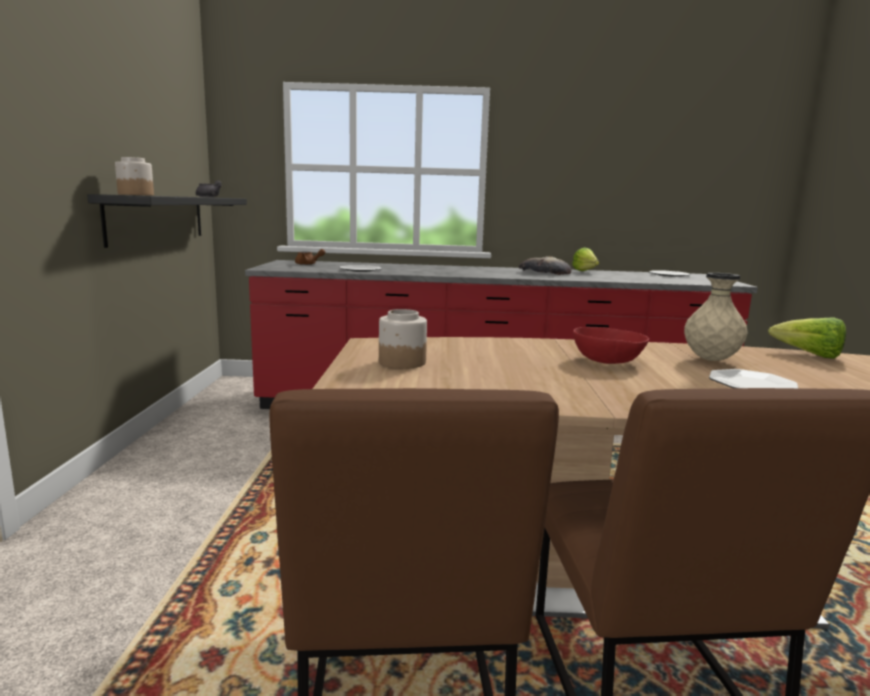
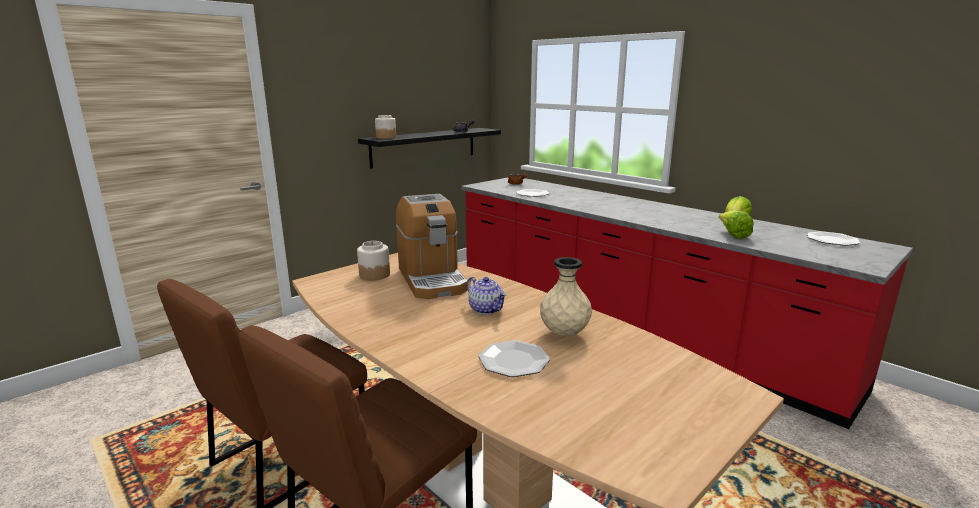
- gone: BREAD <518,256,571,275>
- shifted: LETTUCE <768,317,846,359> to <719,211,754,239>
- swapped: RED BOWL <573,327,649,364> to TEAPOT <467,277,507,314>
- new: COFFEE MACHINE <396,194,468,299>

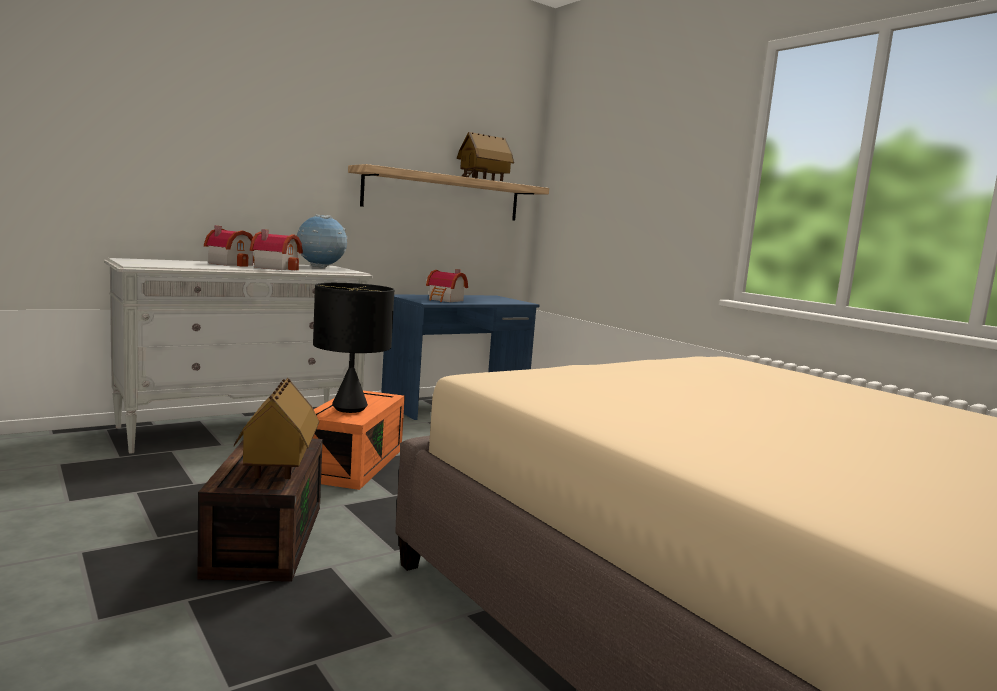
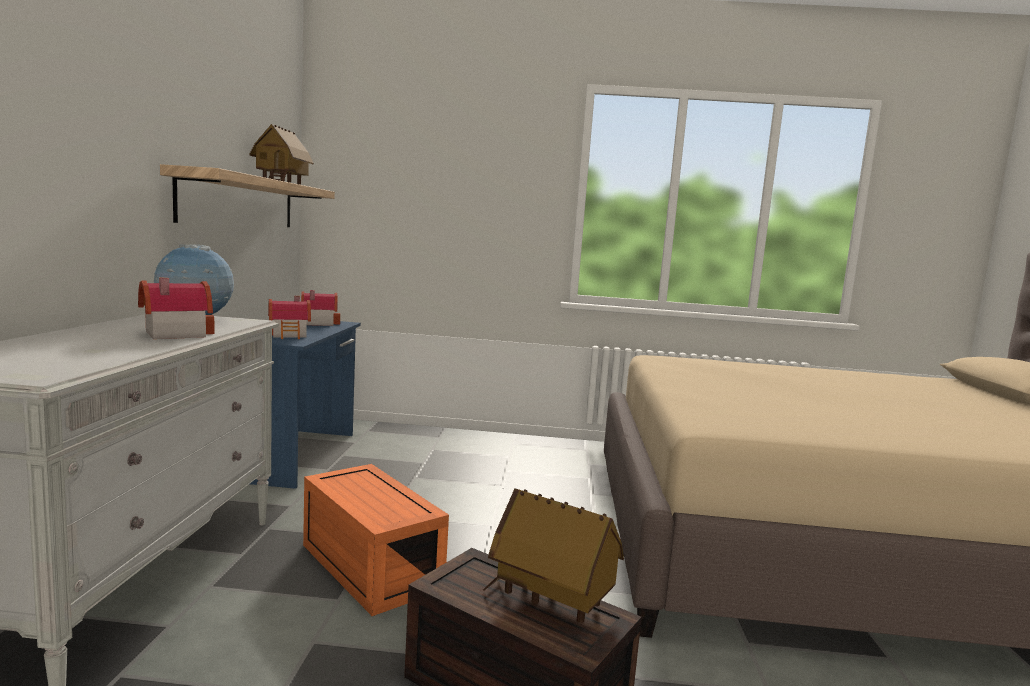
- shifted: TOY HOUSE <204,225,254,267> to <301,290,340,326>
- gone: BLACK TABLE LAMP <313,283,394,413>

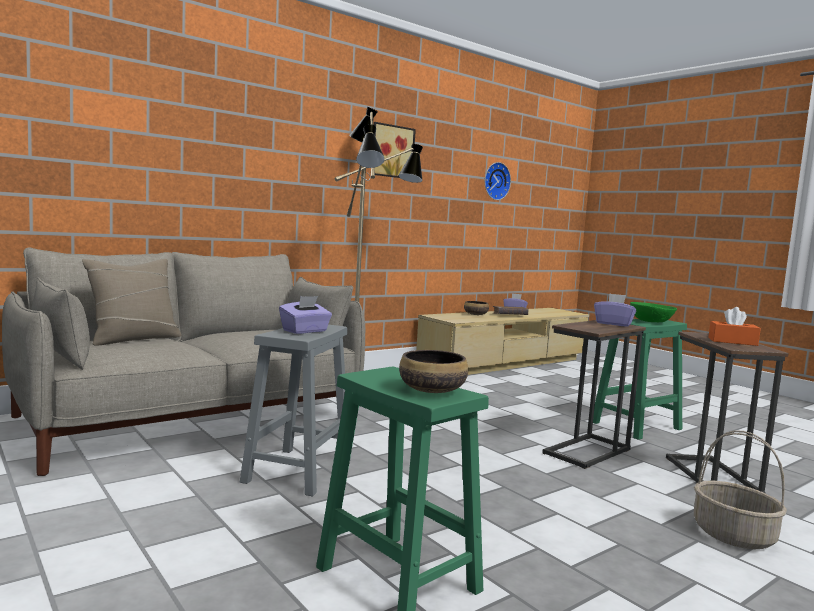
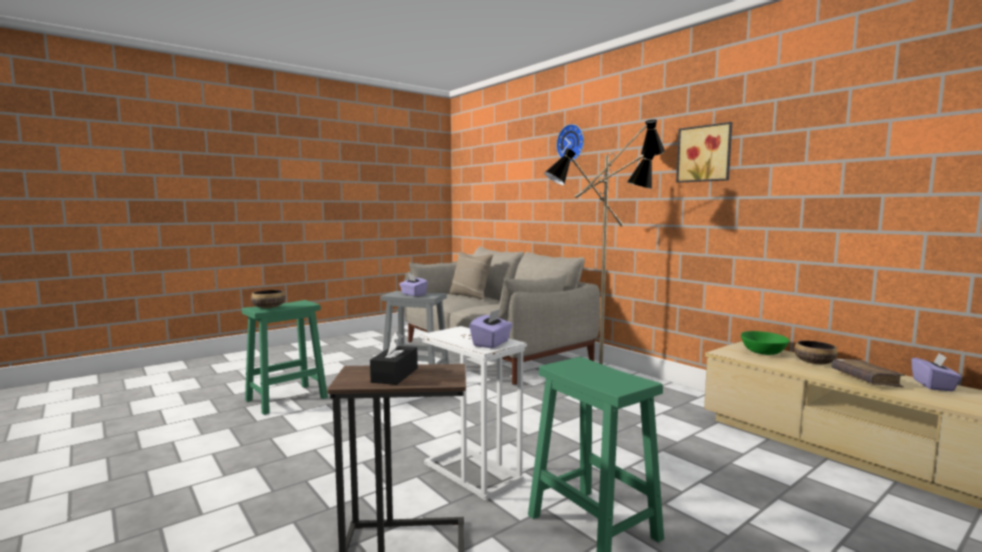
- shifted: WALL CLOCK <485,162,511,200> to <556,124,584,162>
- shifted: GREEN BOWL <630,302,677,322> to <741,331,789,355>
- repainted: ORANGE TISSUE BOX <708,307,761,346> to BLACK TISSUE BOX <370,331,418,385>
- repainted: BROWN SIDE TABLE <542,320,646,469> to WHITE SIDE TABLE <420,326,527,501>
- gone: BASKET <694,430,787,549>

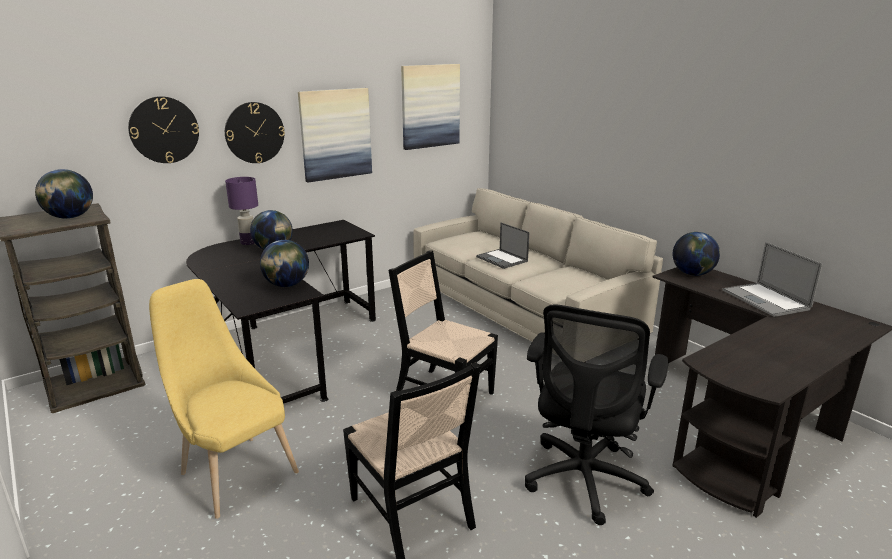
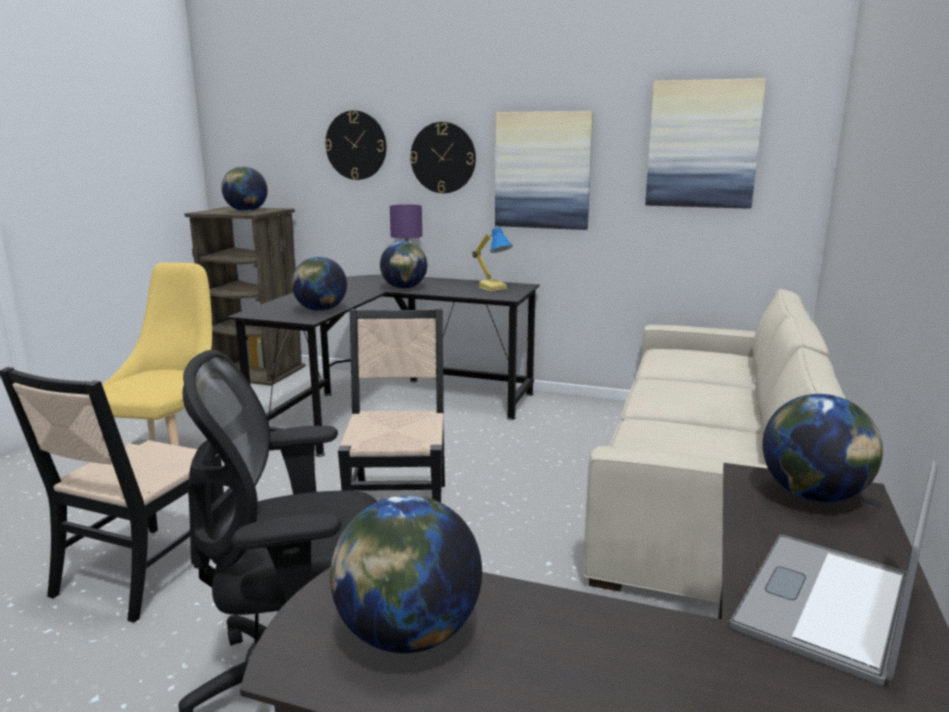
- gone: LAPTOP <476,223,530,269>
- new: TABLE LAMP <472,226,513,291>
- new: GLOBE <330,495,482,653>

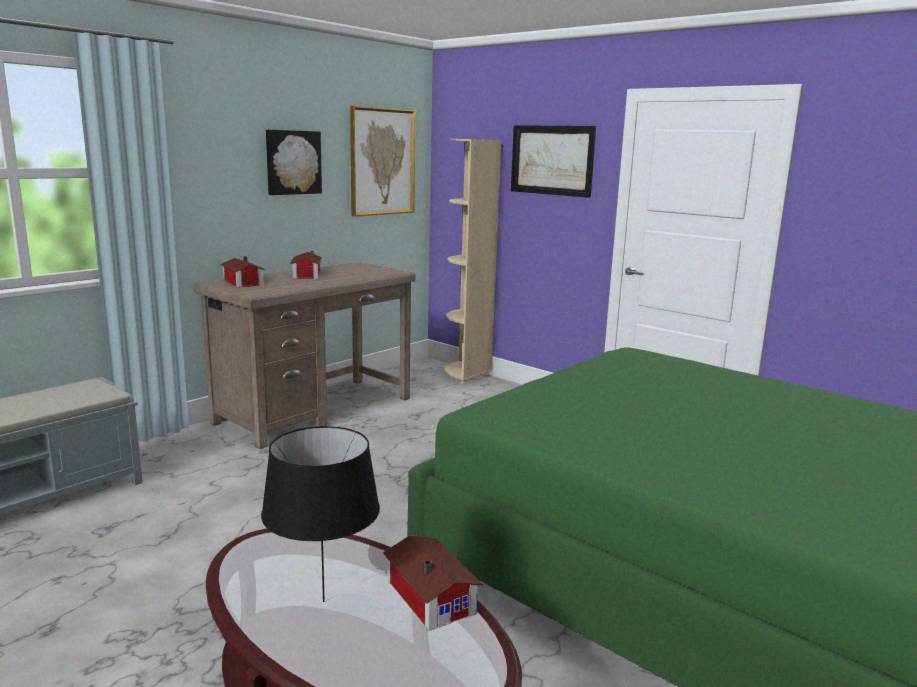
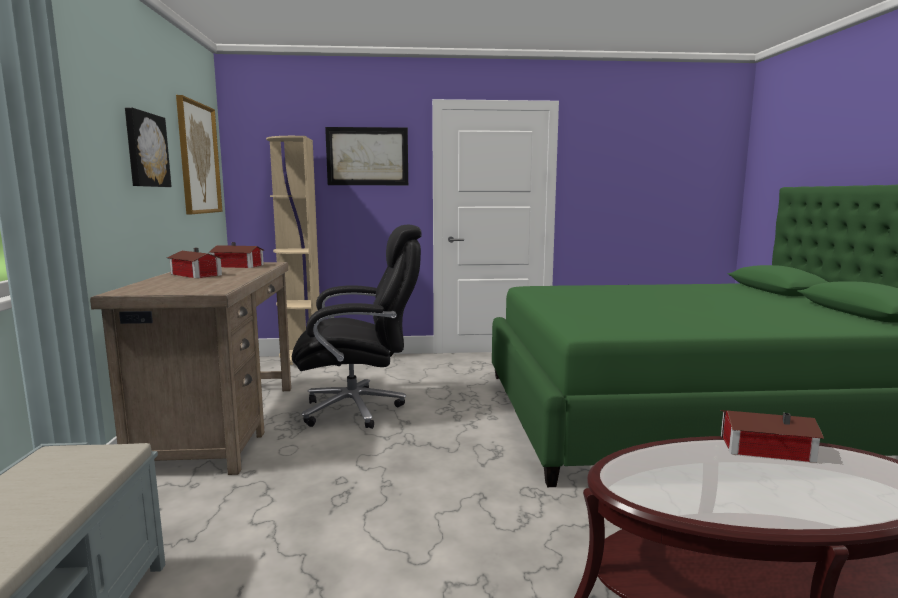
- shifted: TOY HOUSE <220,257,265,288> to <209,242,265,268>
- gone: BLACK TABLE LAMP <261,426,380,602>
- new: BLACK OFFICE CHAIR <292,224,422,429>

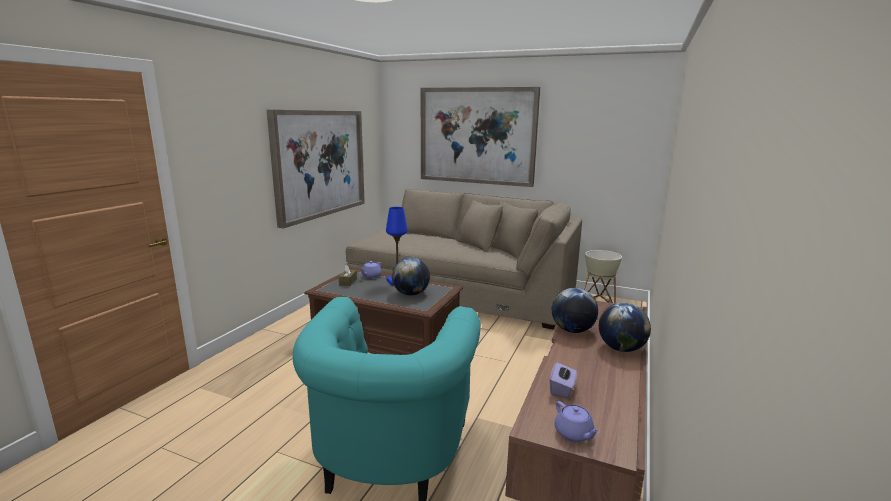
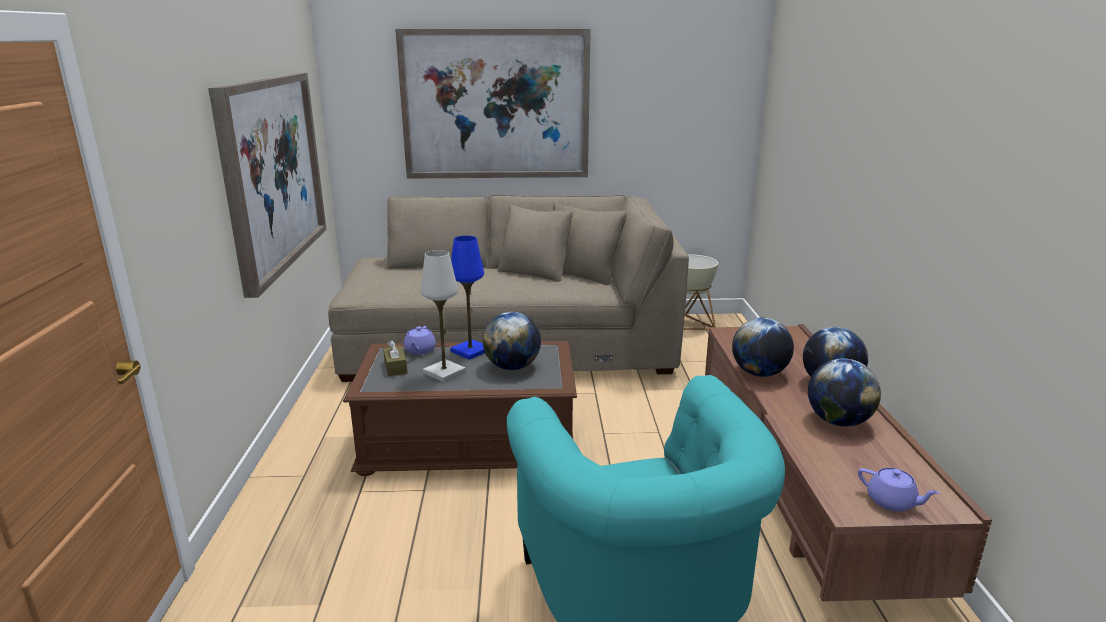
- gone: PURPLE TISSUE BOX <550,362,577,399>
- new: WHITE TABLE LAMP <421,250,466,382>
- new: GLOBE <808,359,881,427>

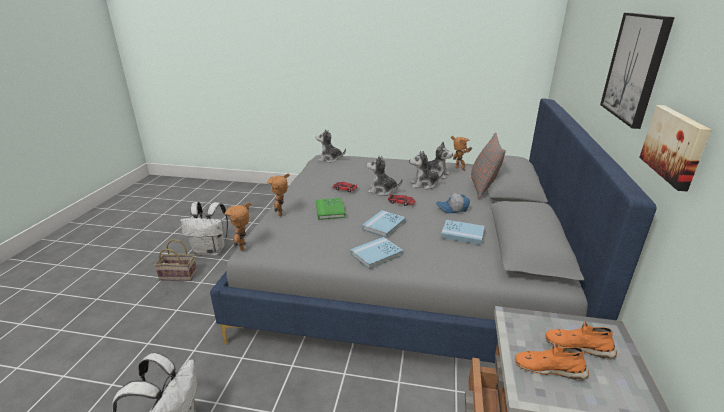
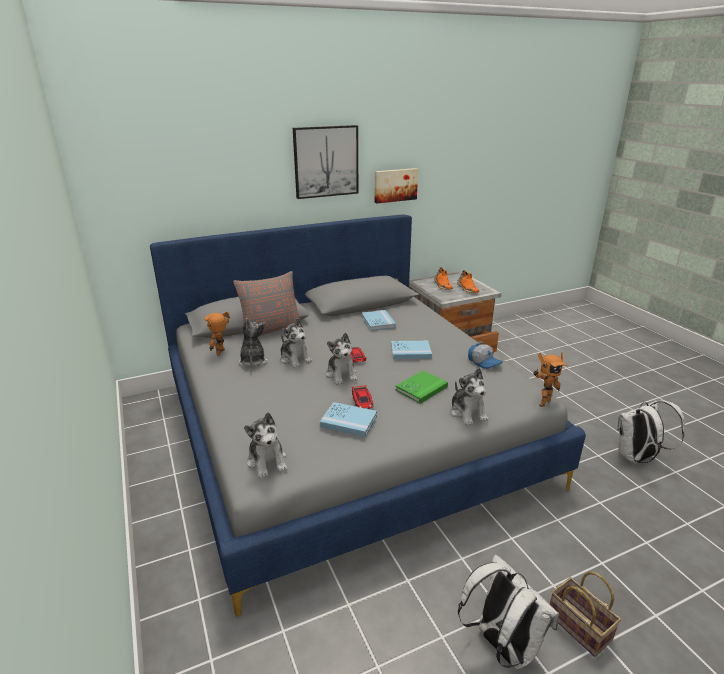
- swapped: TOY ROBOT <267,173,290,216> to PLUSH TOY <450,368,489,426>
- shifted: CAP <436,193,470,213> to <468,343,503,369>
- shifted: BLUE BOOK <350,237,403,269> to <320,402,377,437>

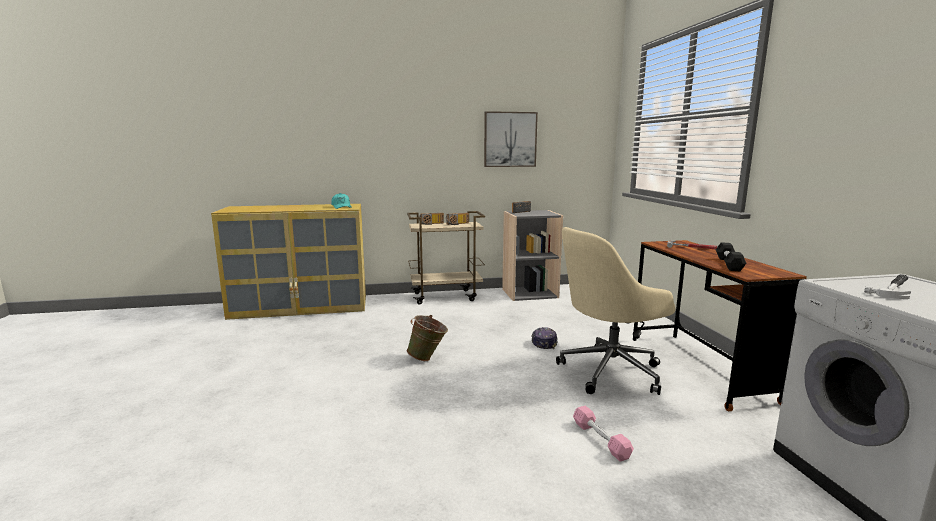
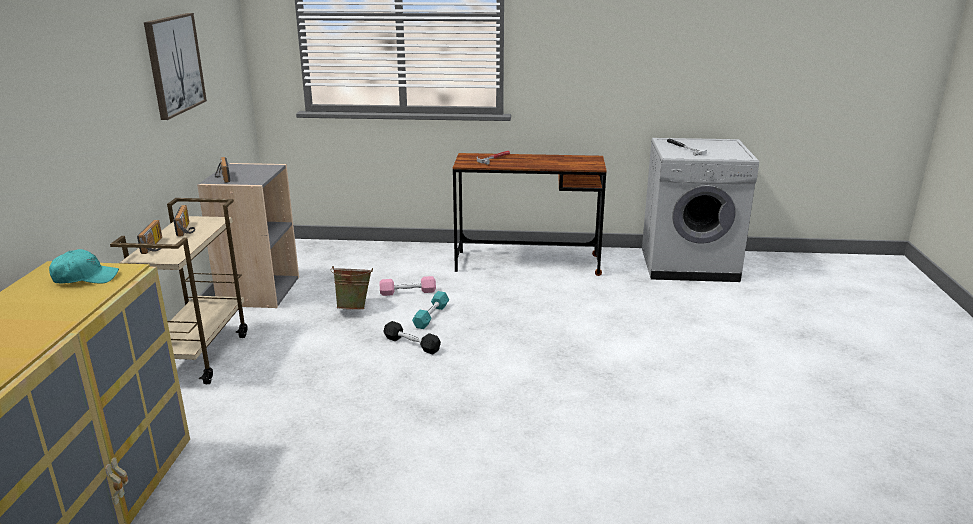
- gone: BEIGE OFFICE CHAIR <556,227,675,395>
- shifted: BLACK DUMBBELL <716,242,747,271> to <383,321,441,355>
- shifted: GREEN BUCKET <407,315,448,361> to <331,266,373,310>
- swapped: CAP <531,327,557,349> to TURQUOISE DUMBBELL <412,291,449,329>
- shifted: PINK DUMBBELL <573,406,634,462> to <379,276,436,296>

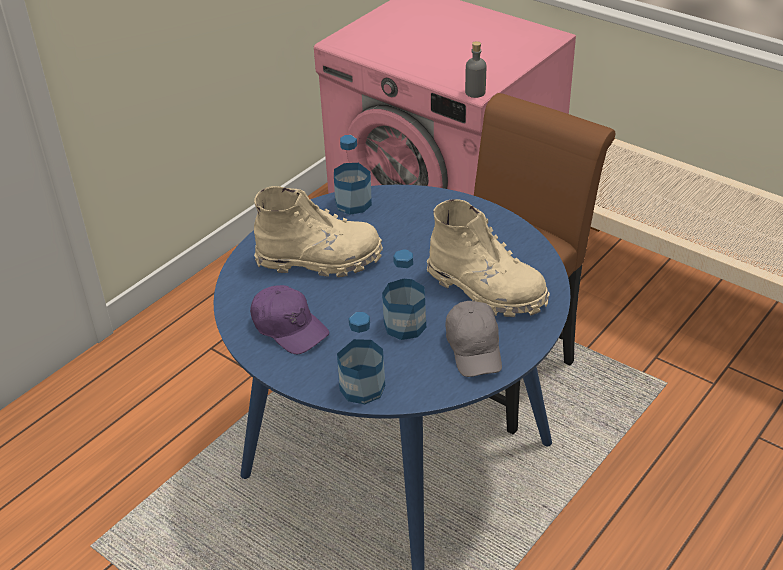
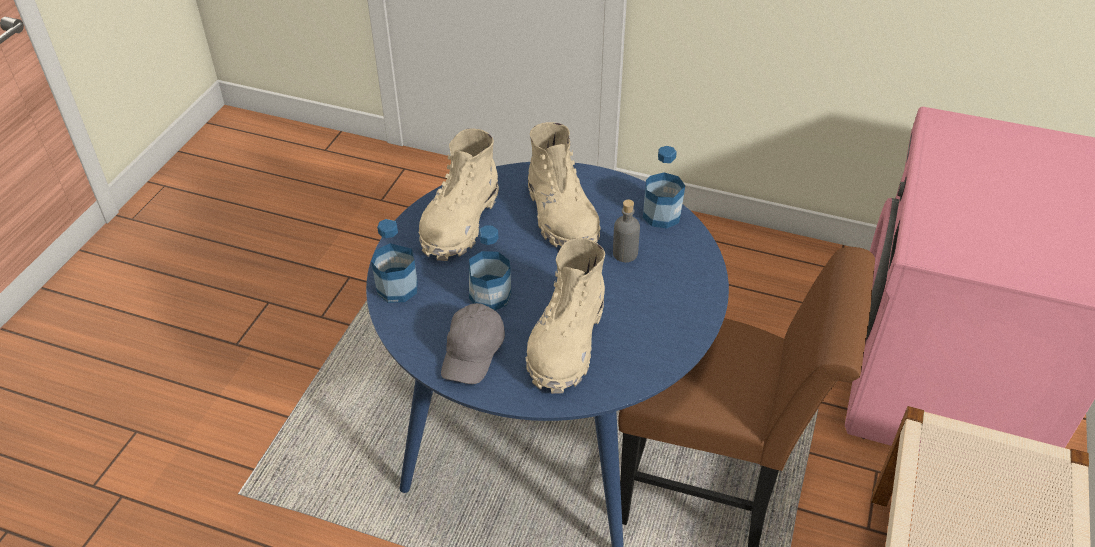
- shifted: GREY BOTTLE <465,41,486,98> to <613,200,640,262>
- swapped: PURPLE CAP <250,285,329,354> to BEIGE BOOT <419,128,499,261>
- rotated: GREY CAP <446,301,502,377> = <441,303,505,384> 45 degrees counterclockwise

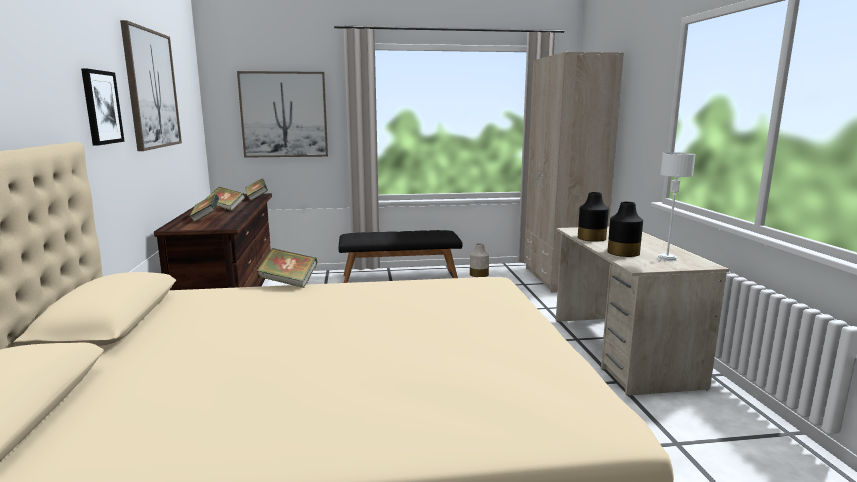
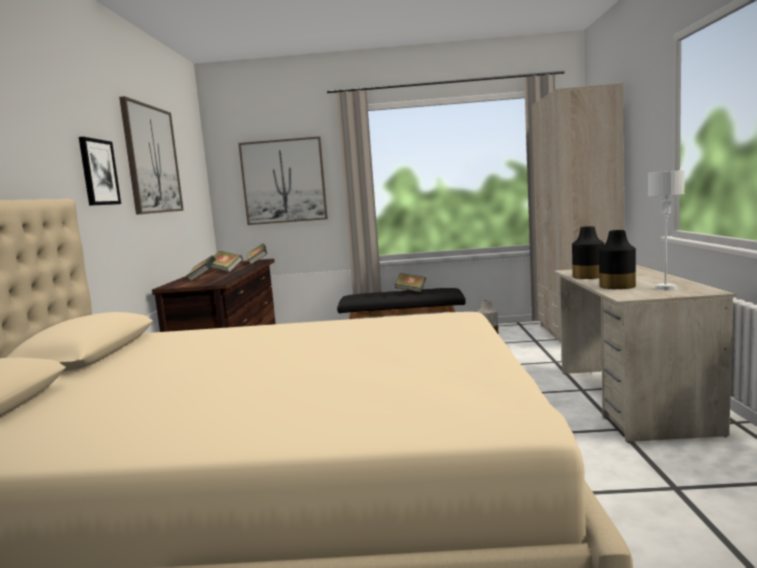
- shifted: BOOK <257,248,317,288> to <395,273,426,293>

